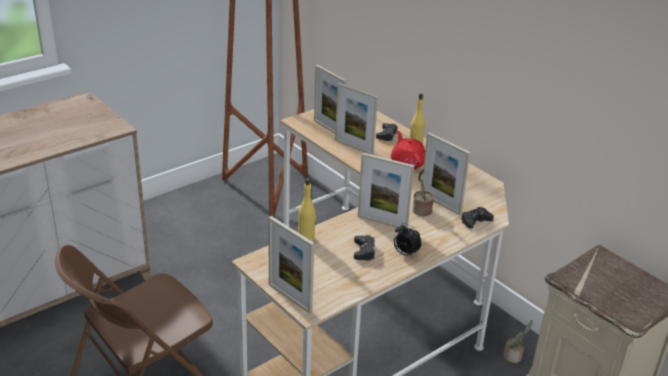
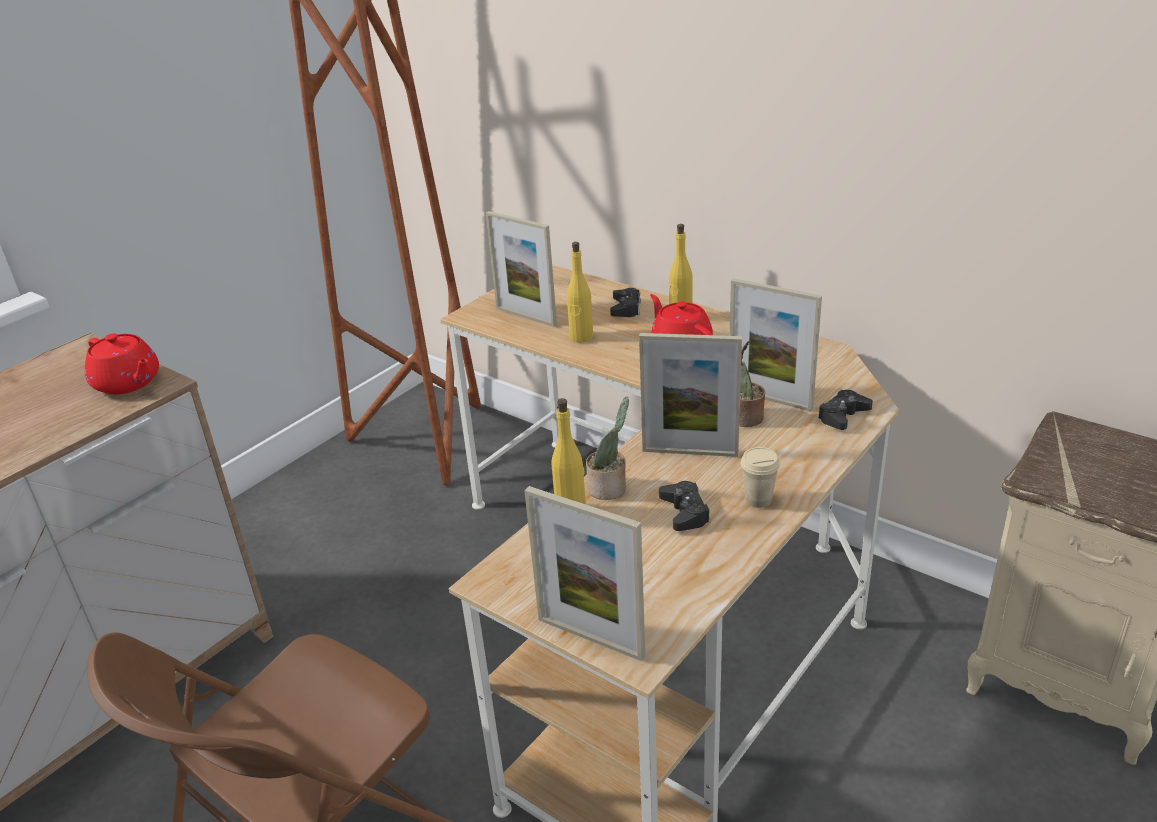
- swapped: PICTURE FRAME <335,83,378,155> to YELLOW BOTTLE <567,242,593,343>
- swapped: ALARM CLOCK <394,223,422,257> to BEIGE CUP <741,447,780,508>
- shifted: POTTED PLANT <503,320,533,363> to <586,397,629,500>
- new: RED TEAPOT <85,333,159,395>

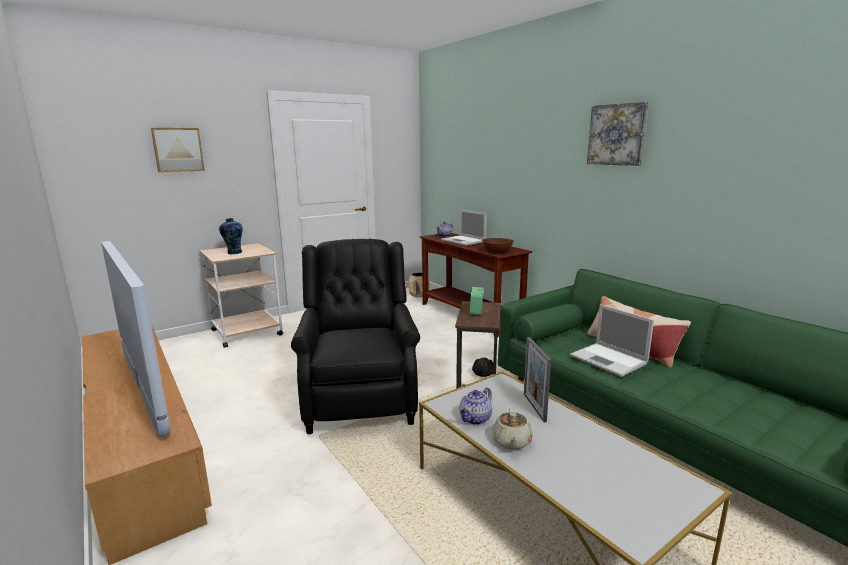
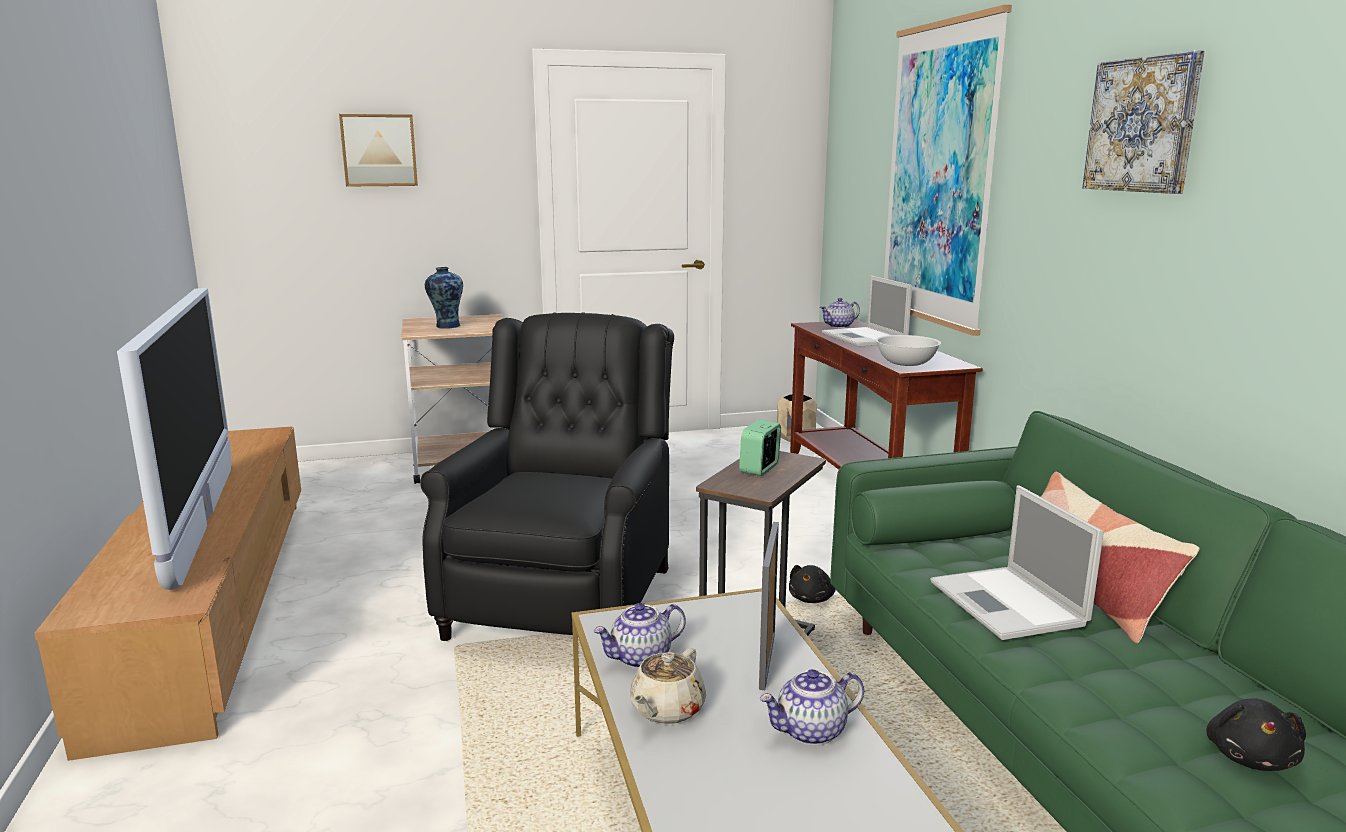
- repainted: BROWN BOWL <482,238,514,253> to WHITE BOWL <876,335,941,366>
- new: PICTURE <884,5,1012,336>
- new: TEAPOT <760,669,864,746>
- new: BLACK PLUSH TOY <1206,698,1306,771>

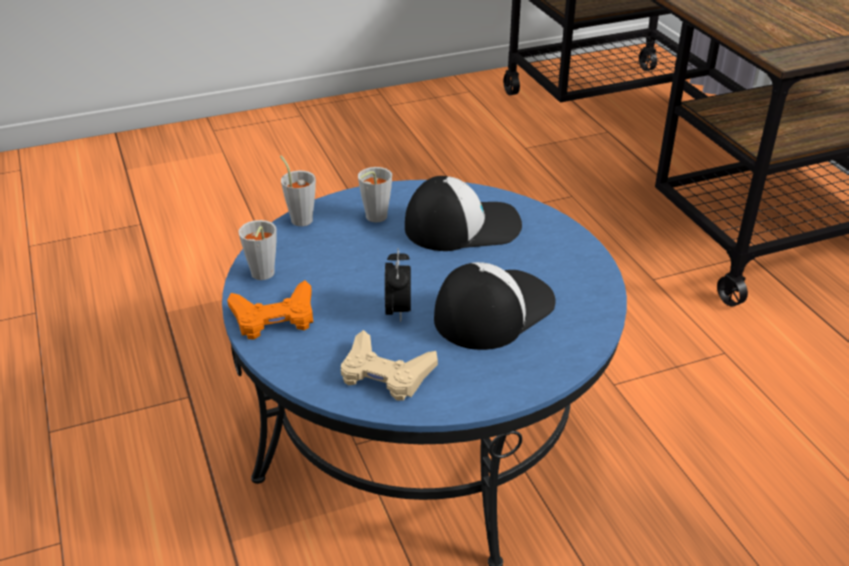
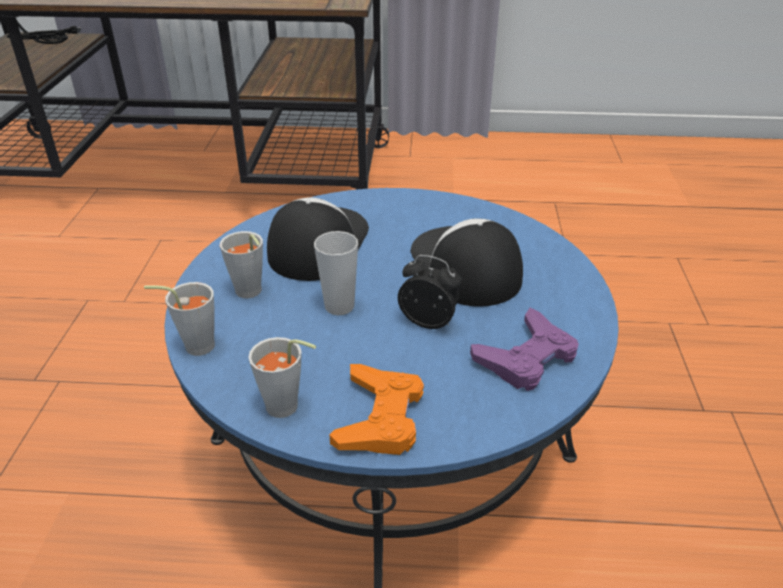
- repainted: BEIGE GAME CONTROLLER <341,330,438,401> to PURPLE GAME CONTROLLER <470,308,579,391>
- new: CUP <314,231,358,315>

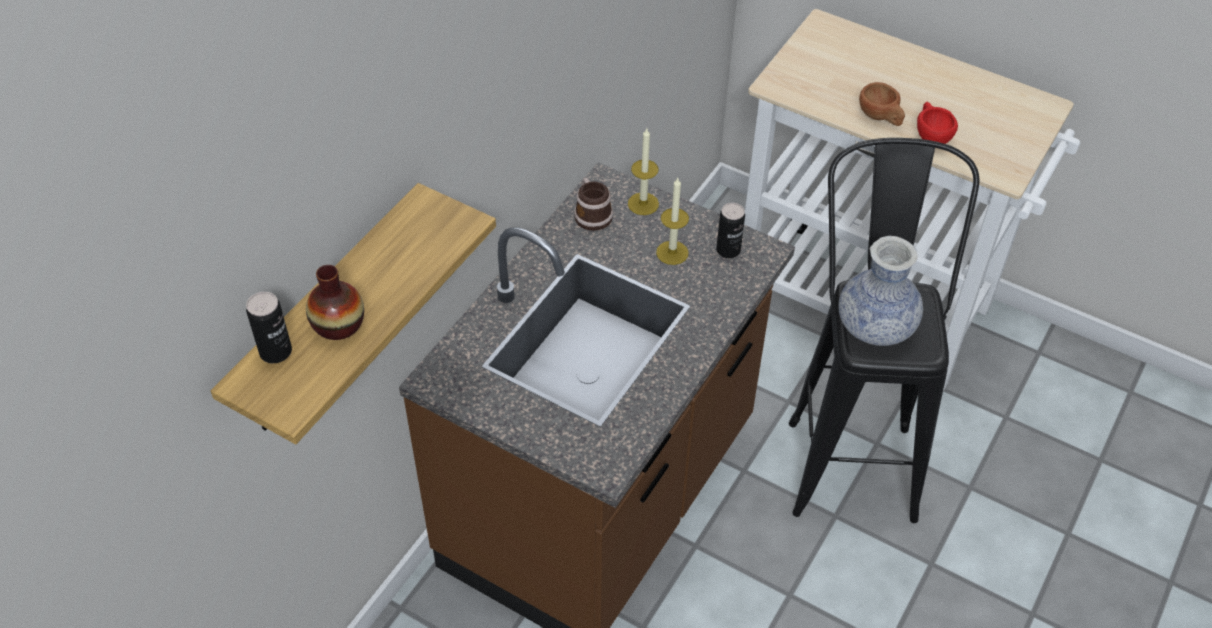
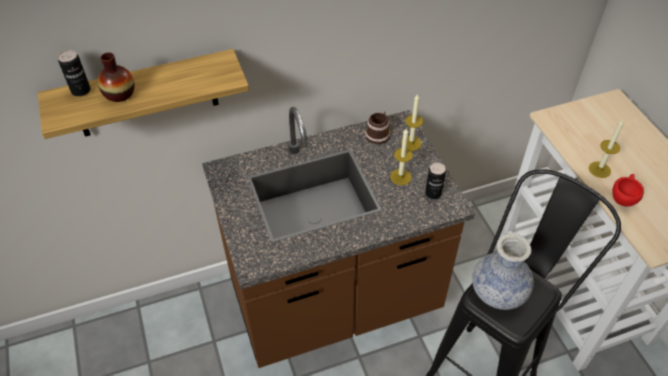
- swapped: BROWN CUP <859,82,905,126> to CANDLE <589,119,624,178>

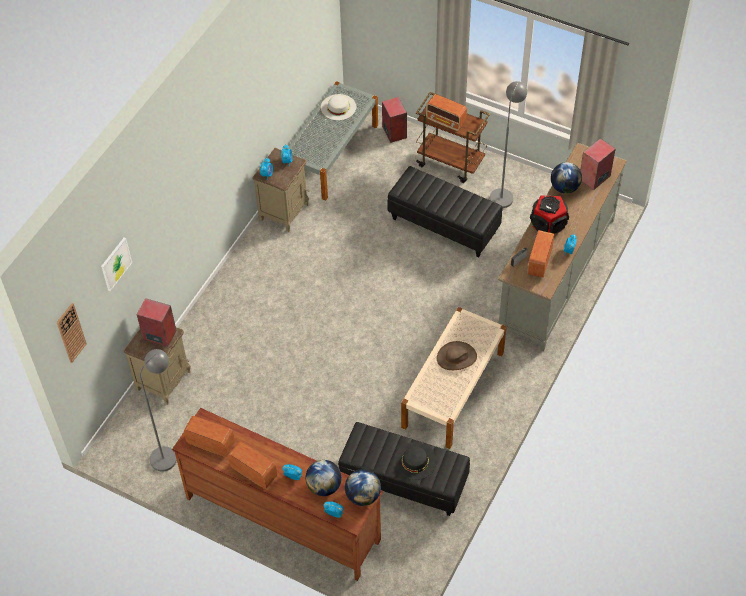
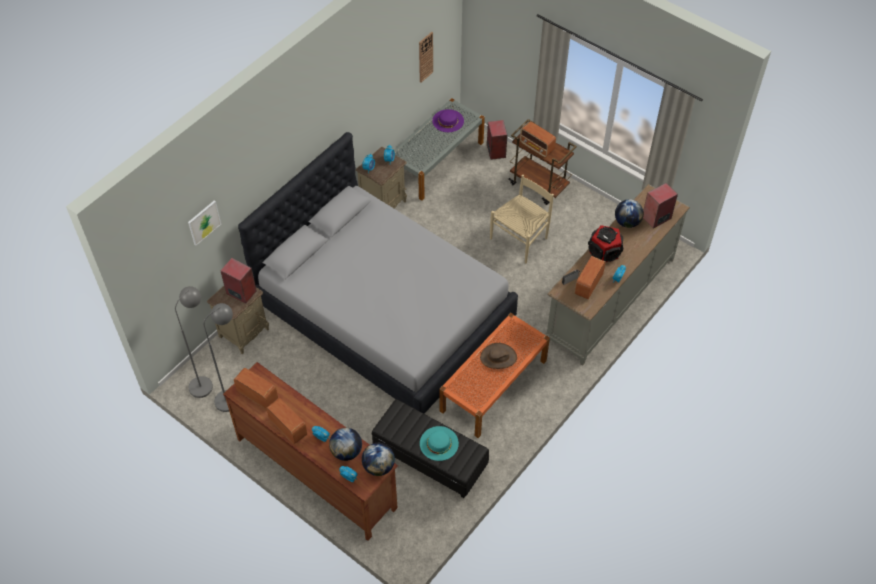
- shifted: GREY FLOOR LAMP <489,81,527,208> to <175,286,213,398>
- repainted: WHITE HAT <321,94,356,120> to PURPLE HAT <432,109,464,132>
- swapped: BLACK OTTOMAN <387,166,503,257> to BEIGE CHAIR <490,175,554,263>
- shifted: WALL CLOCK <57,303,87,363> to <419,32,433,83>
- repainted: BEIGE BENCH <401,307,507,449> to ORANGE BENCH <440,313,550,438>
- repainted: BLACK HAT <394,442,437,480> to TURQUOISE HAT <420,426,459,461>
- new: GREY BED <238,132,518,414>

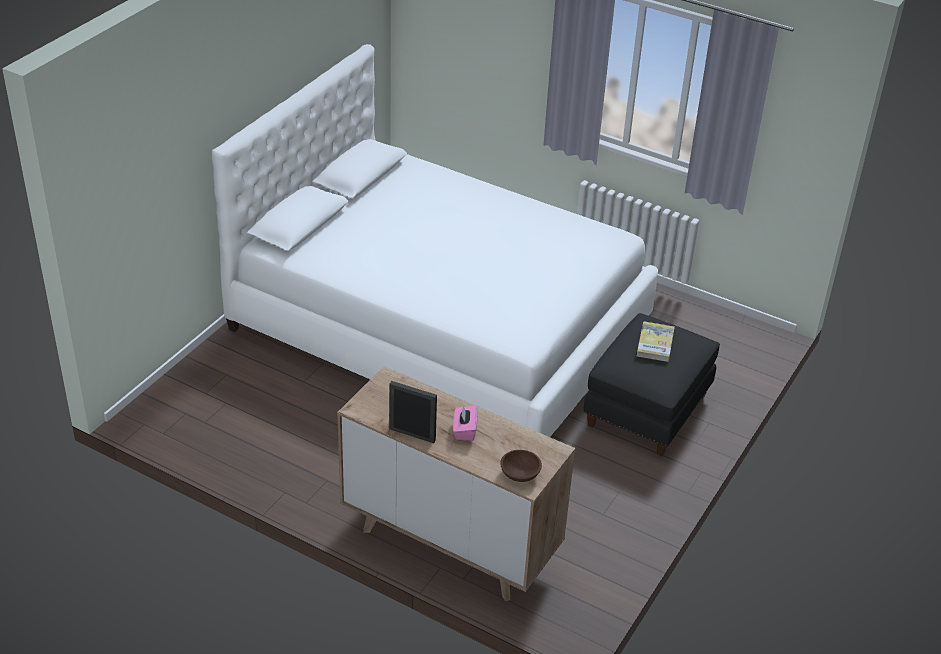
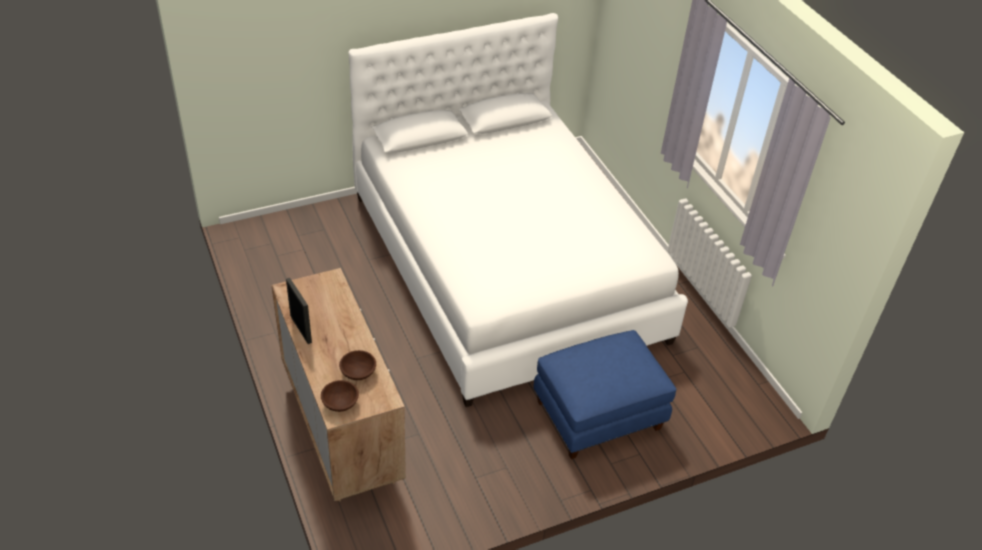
- repainted: BLACK OTTOMAN <583,313,720,456> to BLUE OTTOMAN <534,330,676,459>
- gone: BOOK <637,321,675,362>
- gone: PINK TISSUE BOX <453,405,478,441>
- new: BROWN BOWL <339,350,376,380>

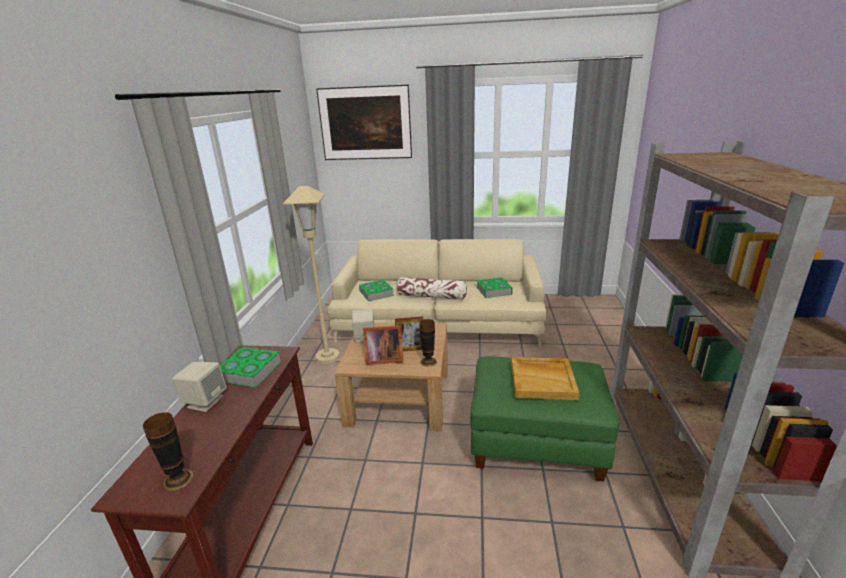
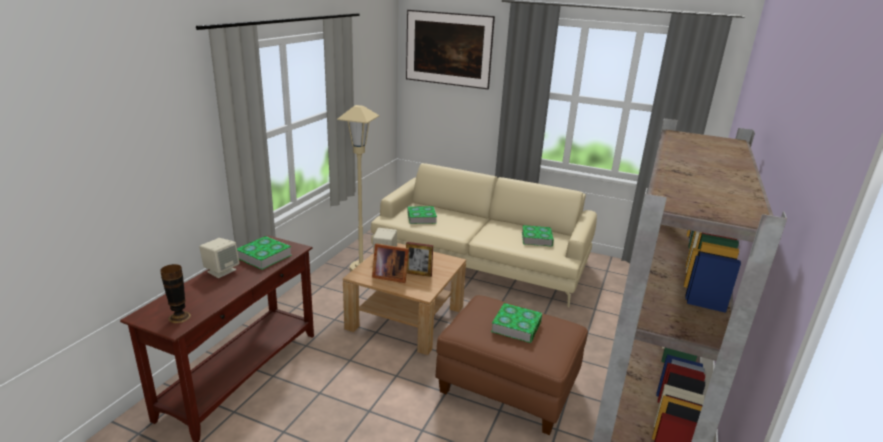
- gone: PILLOW <396,277,467,300>
- gone: VASE <419,319,437,367>
- repainted: GREEN OTTOMAN <470,356,619,481> to BROWN OTTOMAN <435,295,588,435>
- swapped: BEIGE TRAY <511,357,580,400> to BOOK <491,303,542,343>

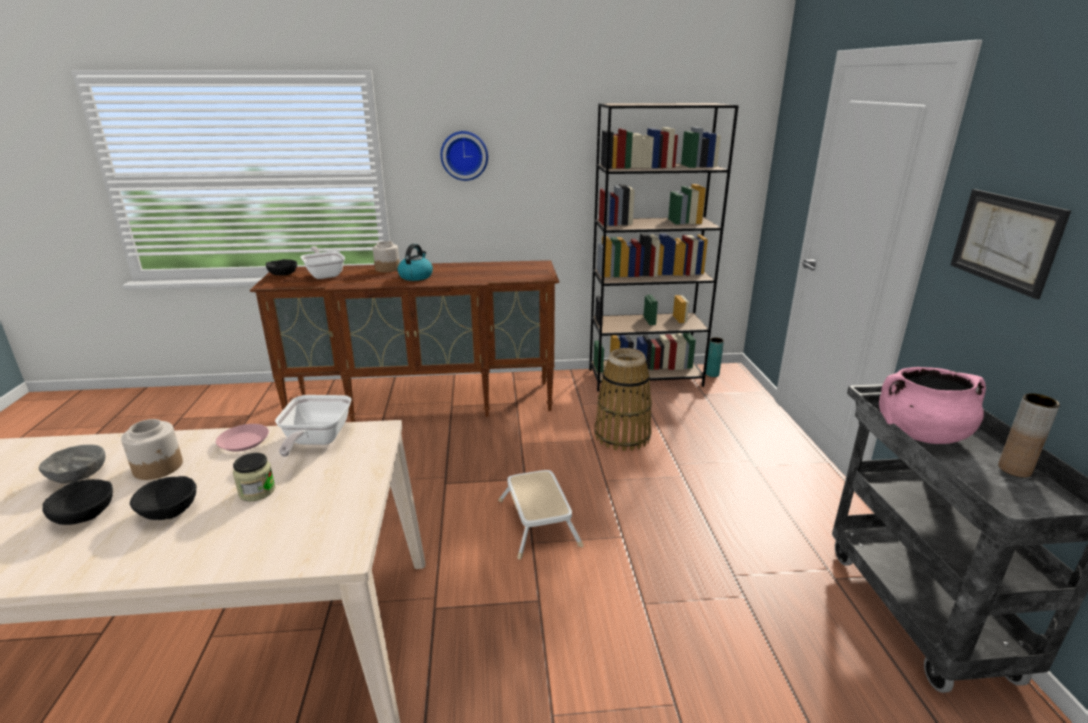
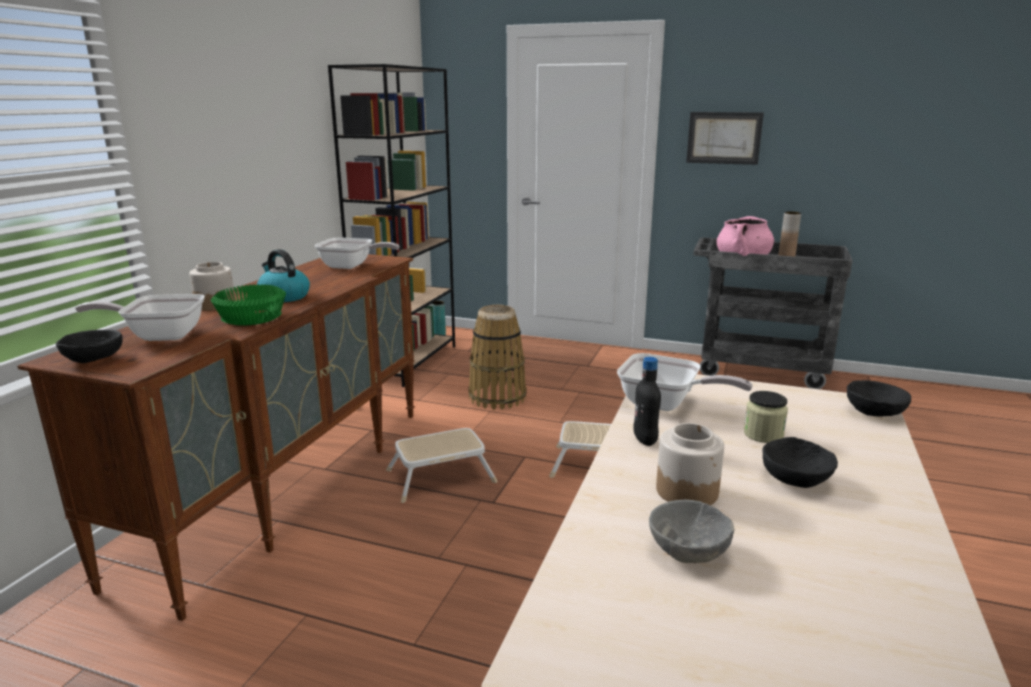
- gone: WALL CLOCK <440,131,488,181>
- swapped: PINK PLATE <216,424,269,452> to BLACK BOTTLE <634,357,661,446>
- shifted: BLACK BOWL <42,479,113,525> to <847,380,911,417>
- new: FRYING PAN <314,238,400,269>
- new: GREEN BOWL <211,284,286,325>
- new: BEIGE STEP LADDER <386,428,498,503>

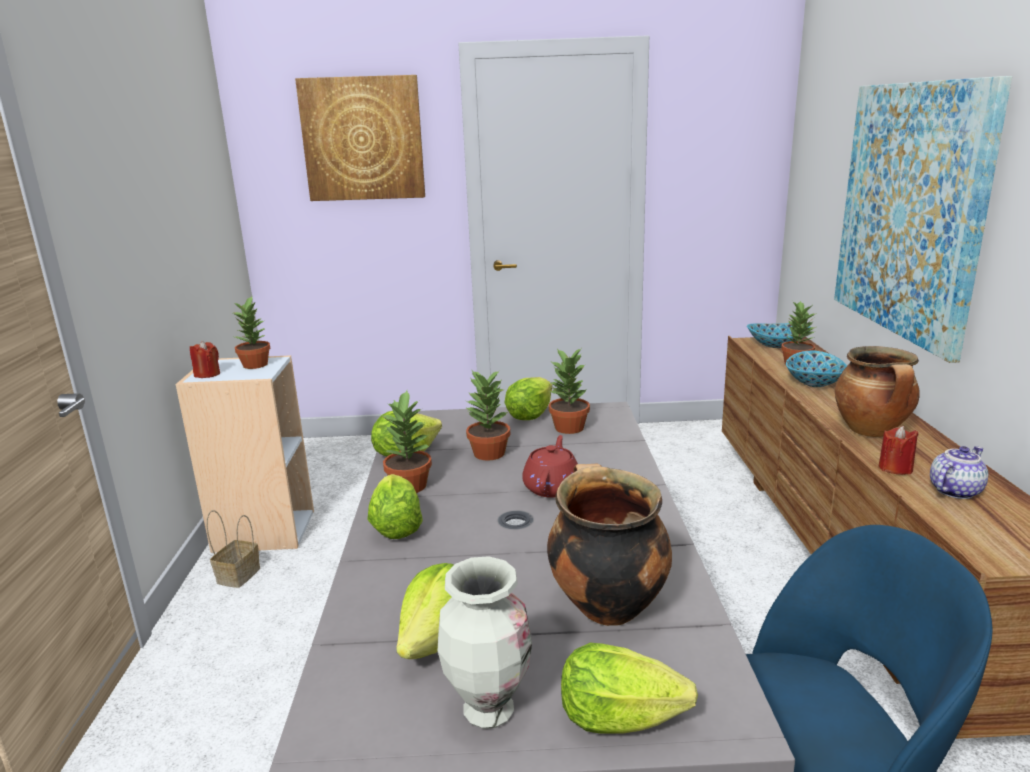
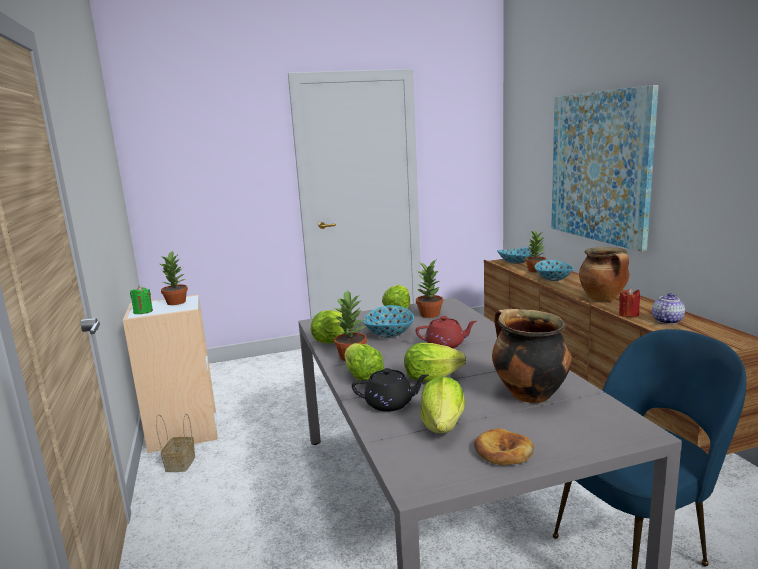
- gone: PICTURE <295,75,425,201>
- repainted: RED CANDLE <190,341,220,378> to GREEN CANDLE <130,286,153,314>
- swapped: POTTED PLANT <465,369,510,461> to BOWL <363,305,414,338>
- rotated: RED TEAPOT <522,435,578,498> = <416,316,477,349> 90 degrees clockwise
- swapped: VASE <438,556,532,729> to BREAD <474,428,534,465>
- shifted: LETTUCE <561,643,698,734> to <404,343,466,382>
- new: BLACK TEAPOT <352,368,429,412>

